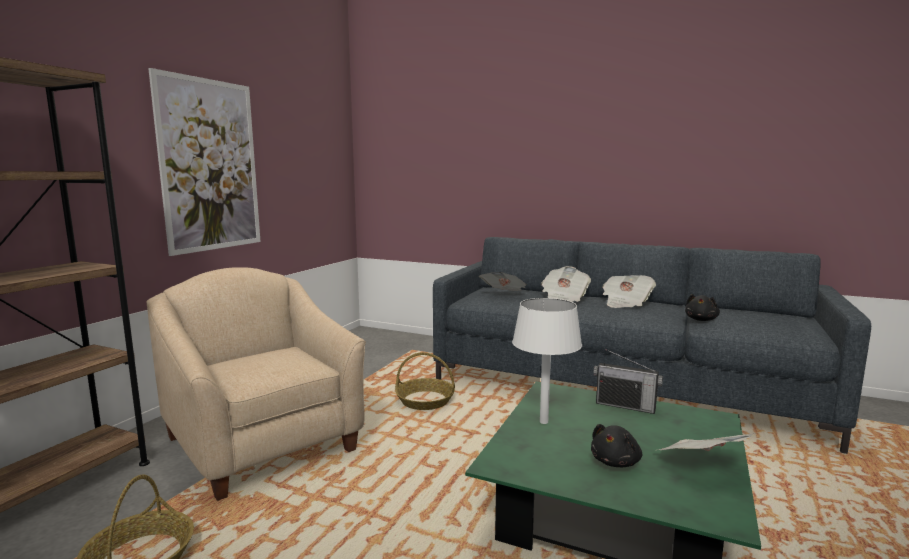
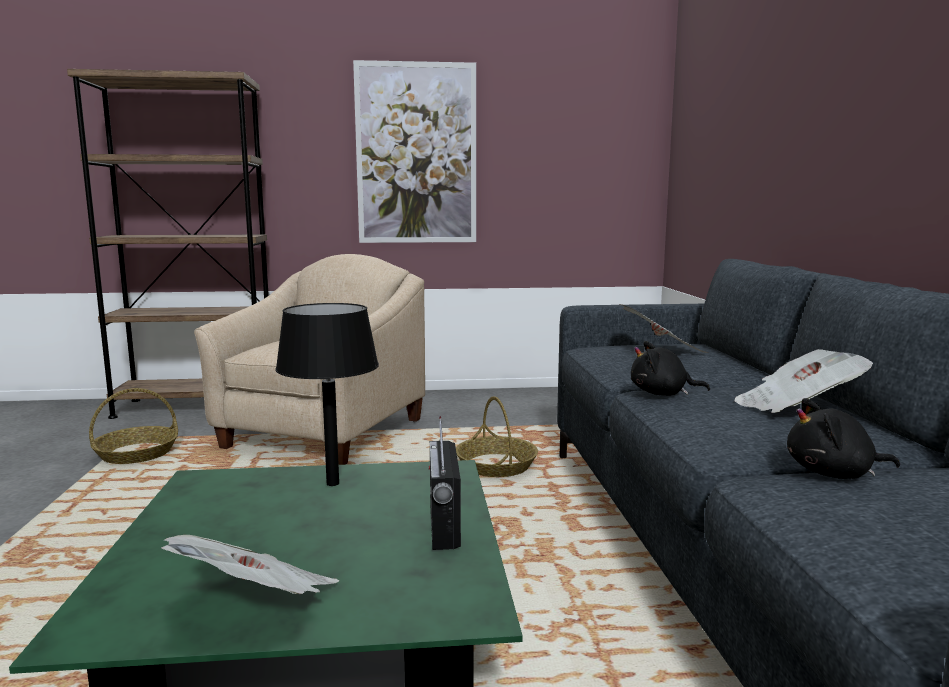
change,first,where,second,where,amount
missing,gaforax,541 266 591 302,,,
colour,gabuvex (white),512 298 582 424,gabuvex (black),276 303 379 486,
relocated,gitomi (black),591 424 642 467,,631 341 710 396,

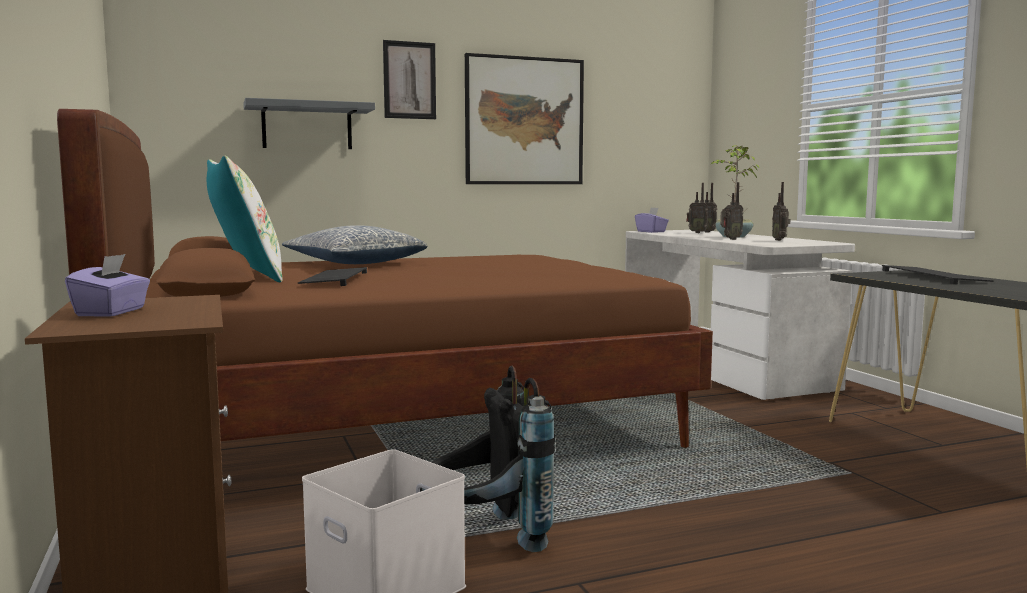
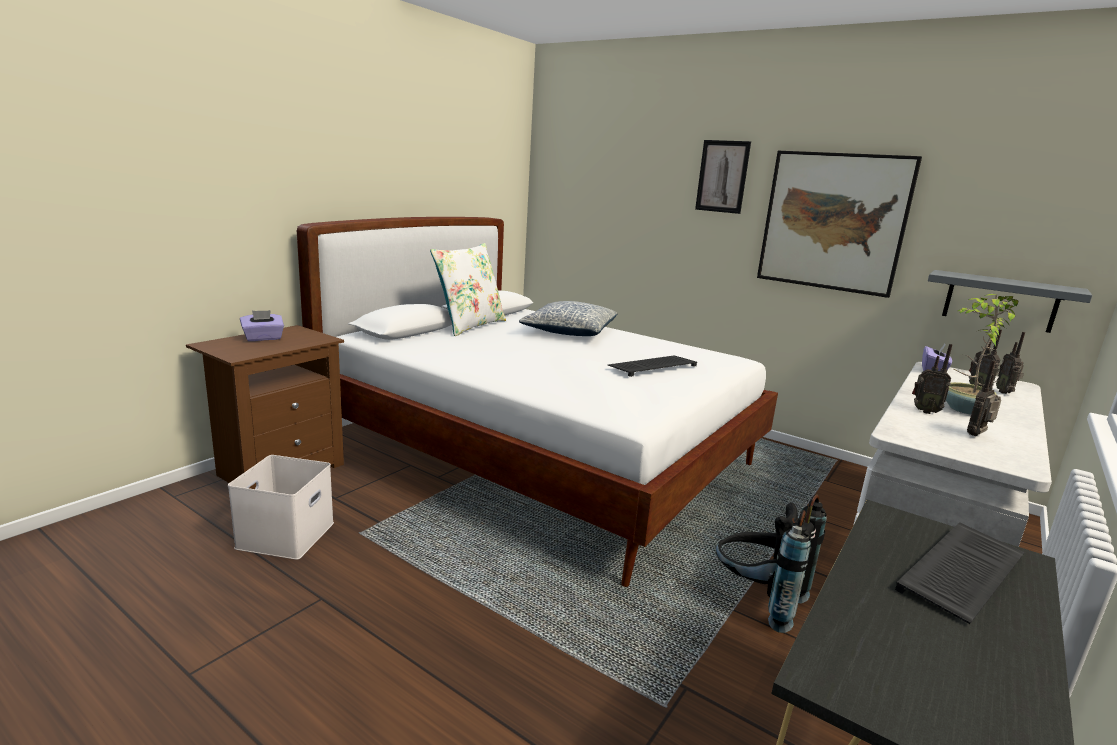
change,first,where,second,where,amount
relocated,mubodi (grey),243 98 375 149,,928 270 1092 333,
colour,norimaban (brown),57 109 713 448,norimaban (white),297 217 778 587,
relocated,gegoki,298 267 367 286,,608 355 697 377,
relocated,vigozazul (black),420 366 555 552,,716 494 827 633,

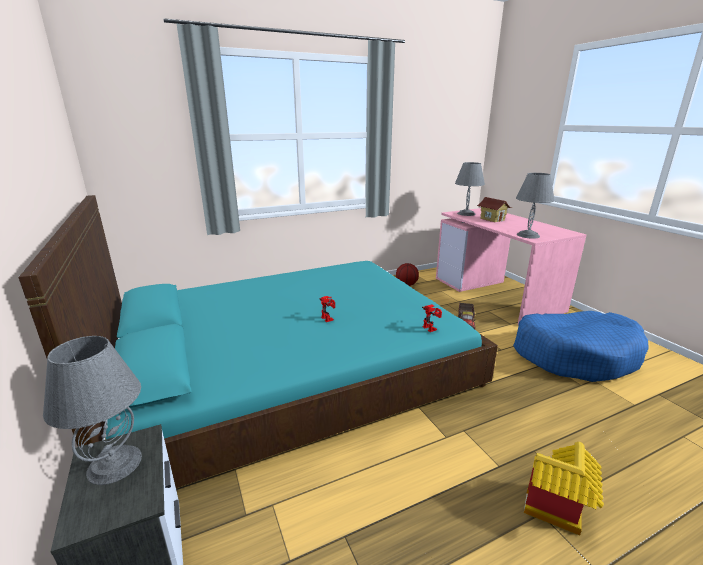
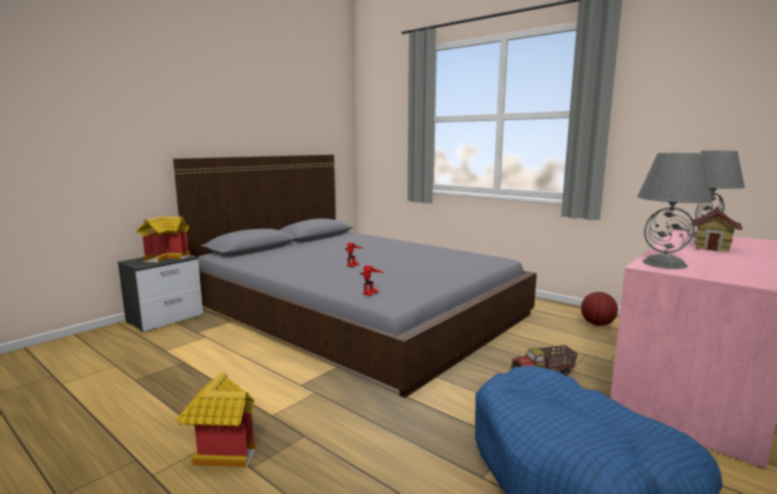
change,first,where,second,where,amount
colour,norimaban (turquoise),18 195 498 488,norimaban (grey),173 155 537 398,
exchanged,gabuvex (grey),43 336 142 485,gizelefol,136 216 190 262,

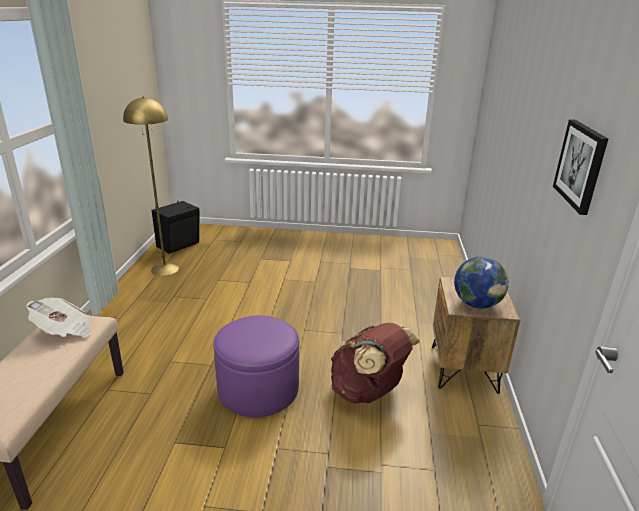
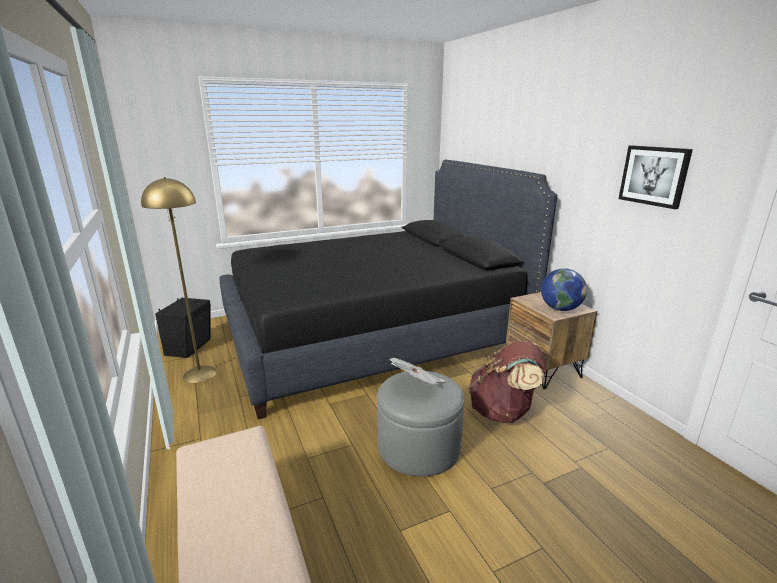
change,first,where,second,where,amount
relocated,gaforax,26 298 91 337,,389 358 445 385,
colour,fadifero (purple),213 315 299 417,fadifero (grey),377 371 465 476,
appeared,,,norimaban (black),220 160 558 419,

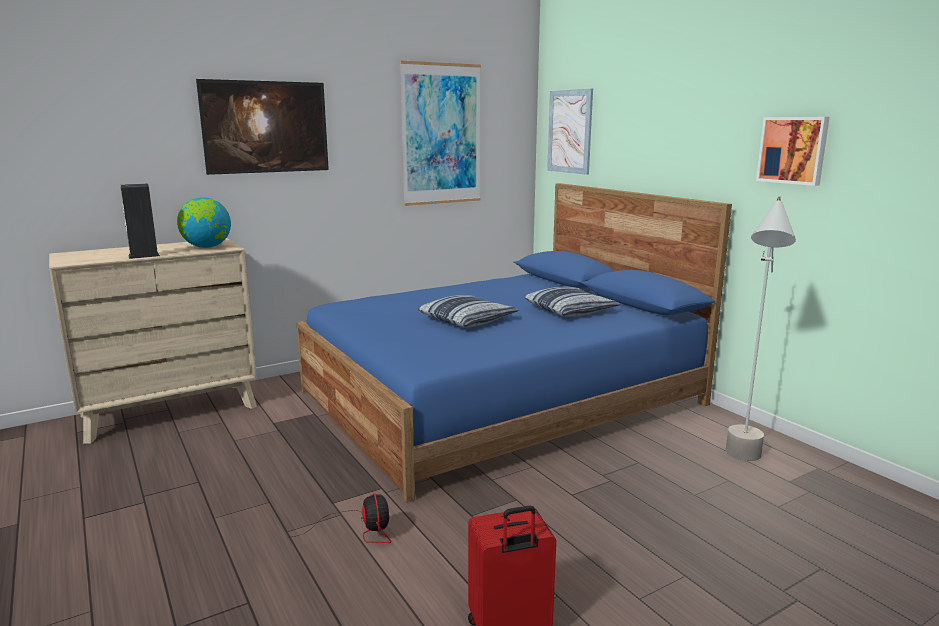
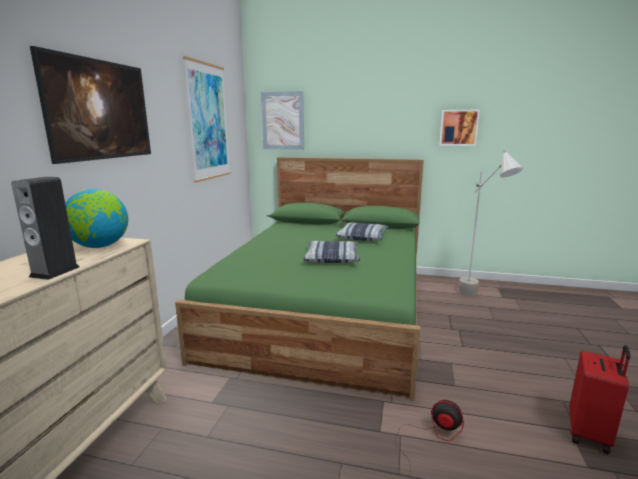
change,first,where,second,where,amount
colour,norimaban (blue),297 183 732 503,norimaban (green),175 157 424 401,

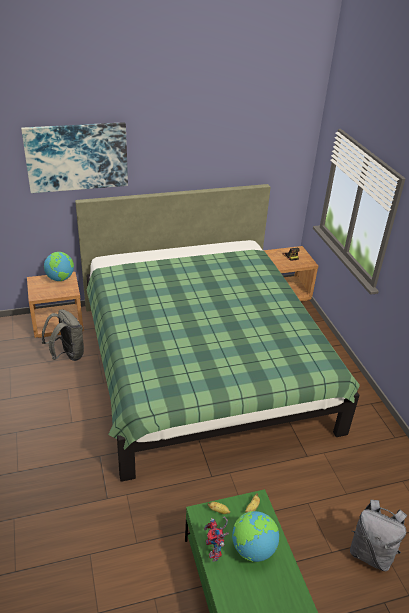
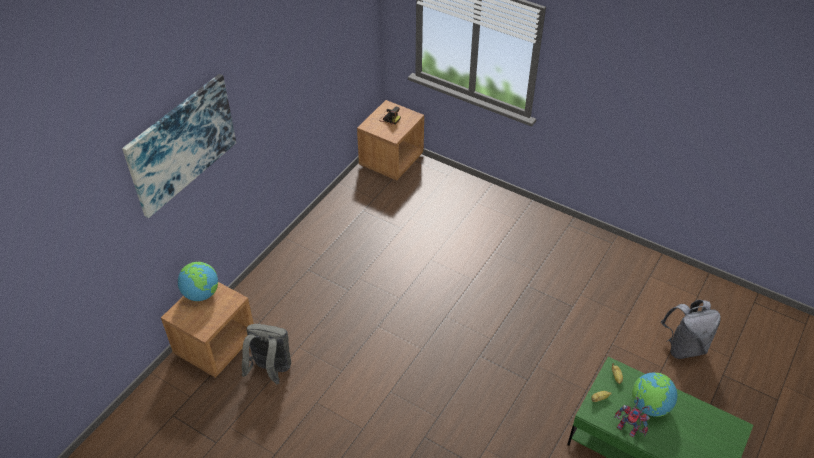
change,first,where,second,where,amount
missing,norimaban (green),75 184 360 482,,,

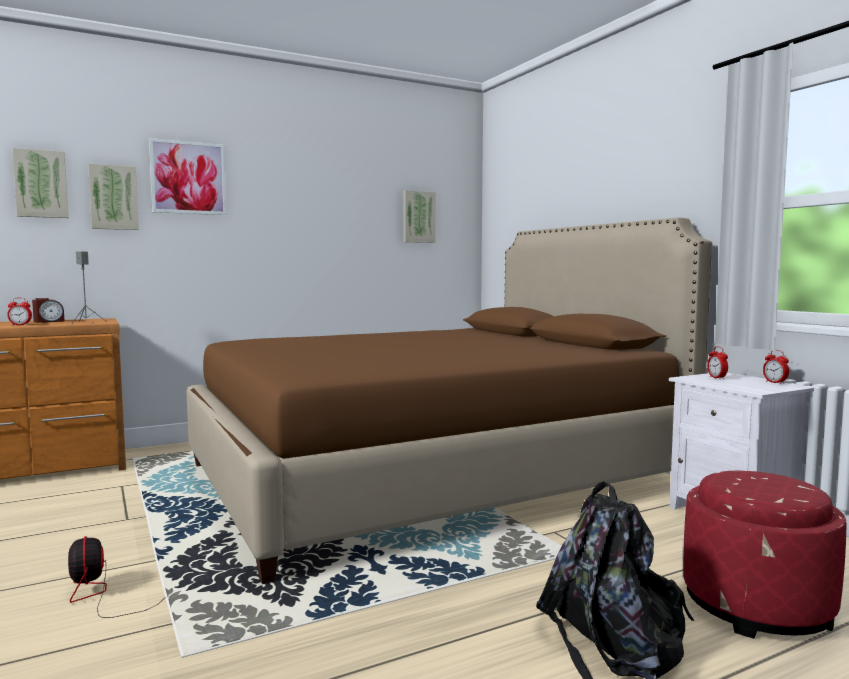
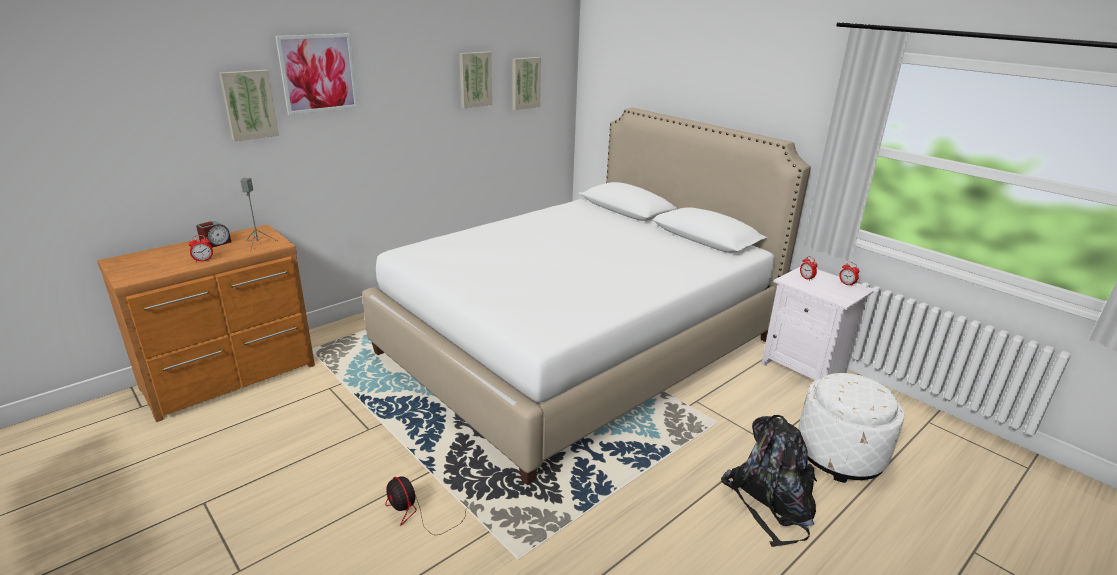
change,first,where,second,where,amount
relocated,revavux,12 148 68 218,,459 51 492 108,
colour,norimaban (brown),186 218 712 584,norimaban (white),362 108 811 485,
colour,fadifero (red),683 471 847 638,fadifero (white),798 373 904 483,

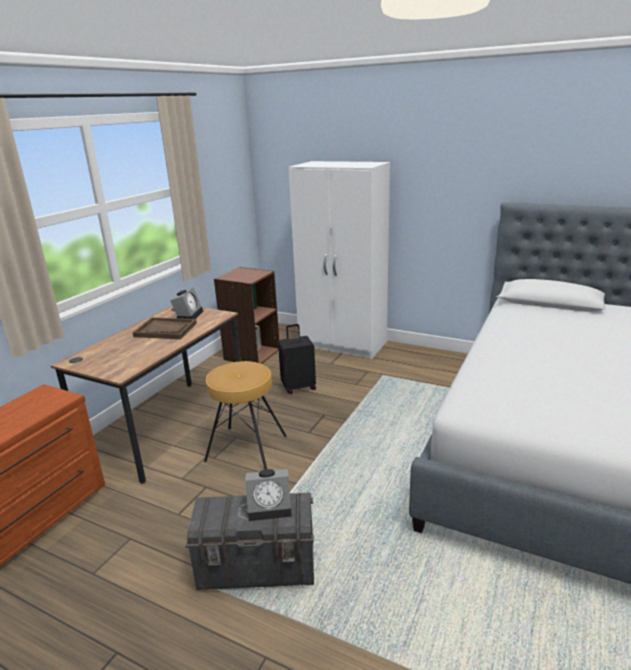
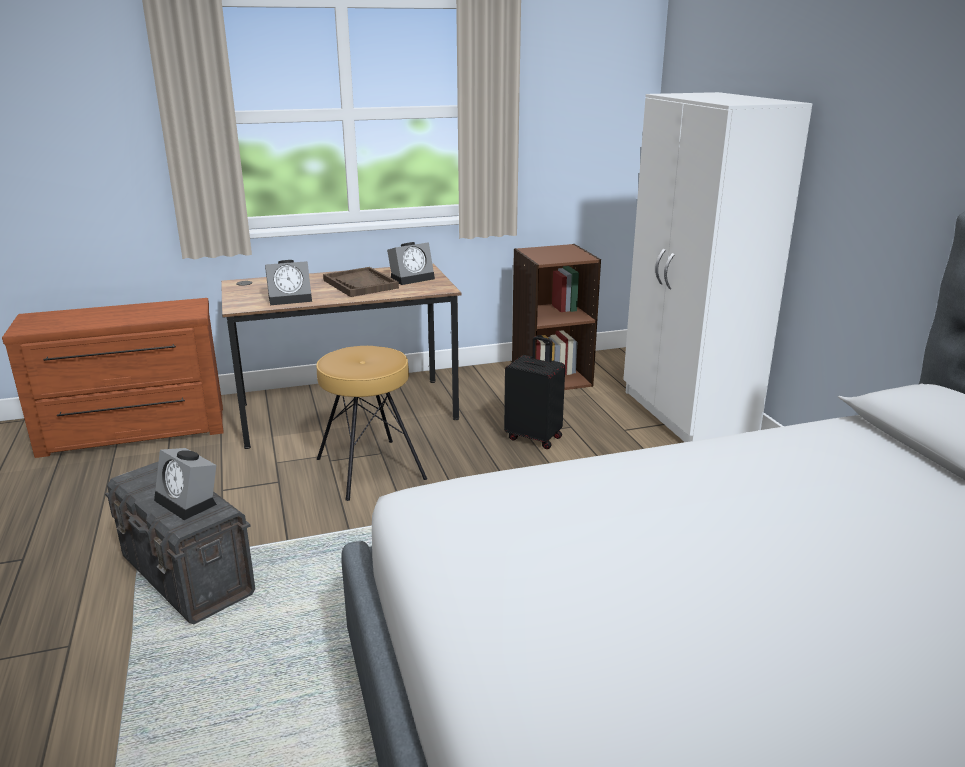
change,first,where,second,where,amount
appeared,,,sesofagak,265 260 312 305,

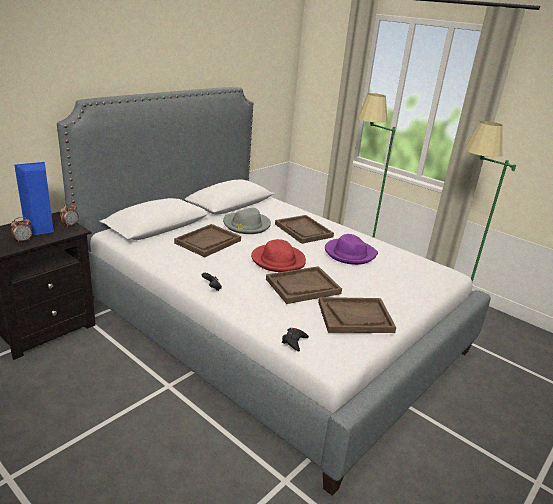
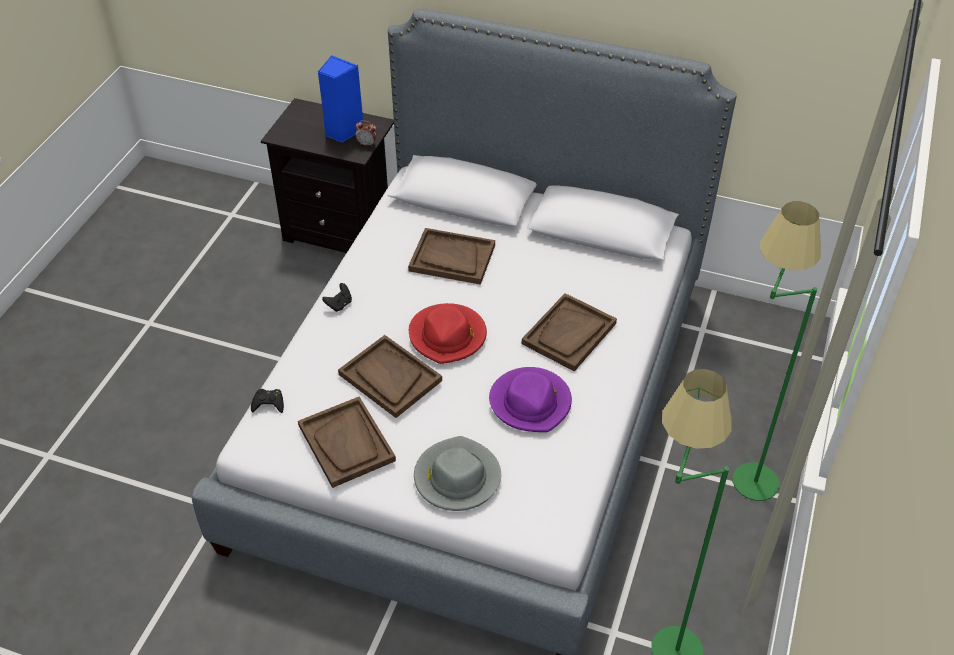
change,first,where,second,where,amount
relocated,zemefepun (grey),223 208 271 234,,414 436 501 511,
missing,sesofagak,11 217 32 243,,,

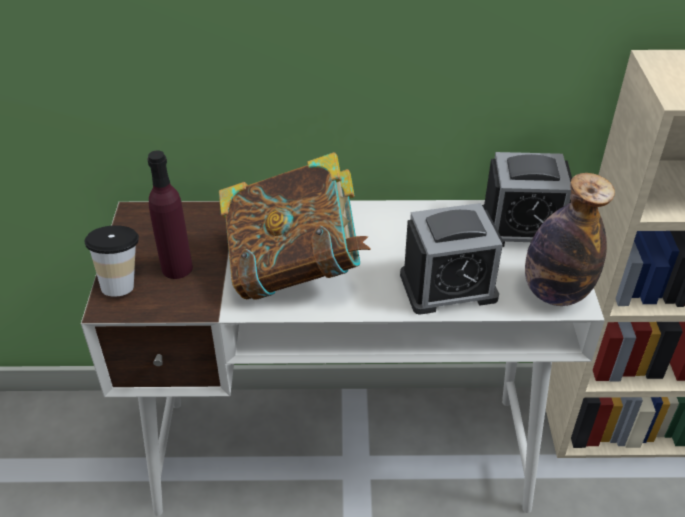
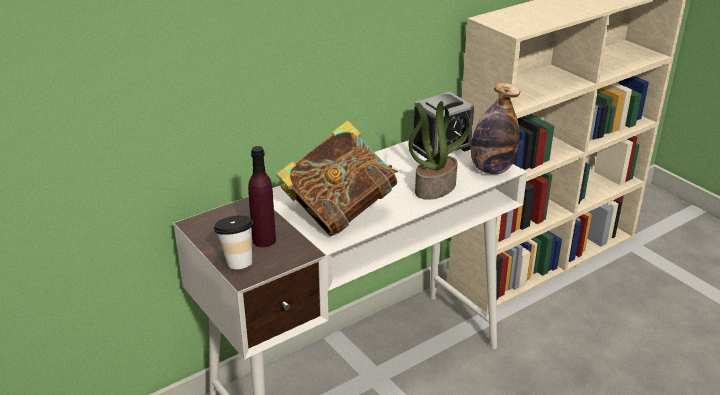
change,first,where,second,where,amount
exchanged,sesofagak,400 203 503 315,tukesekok,409 101 470 200,

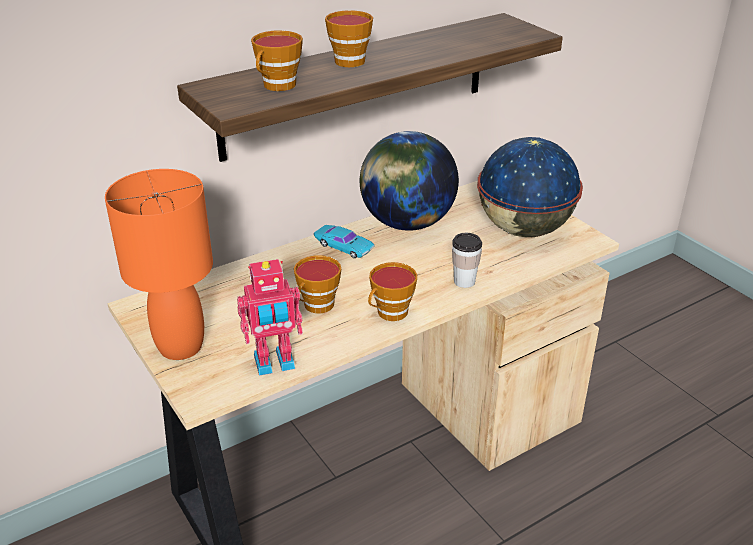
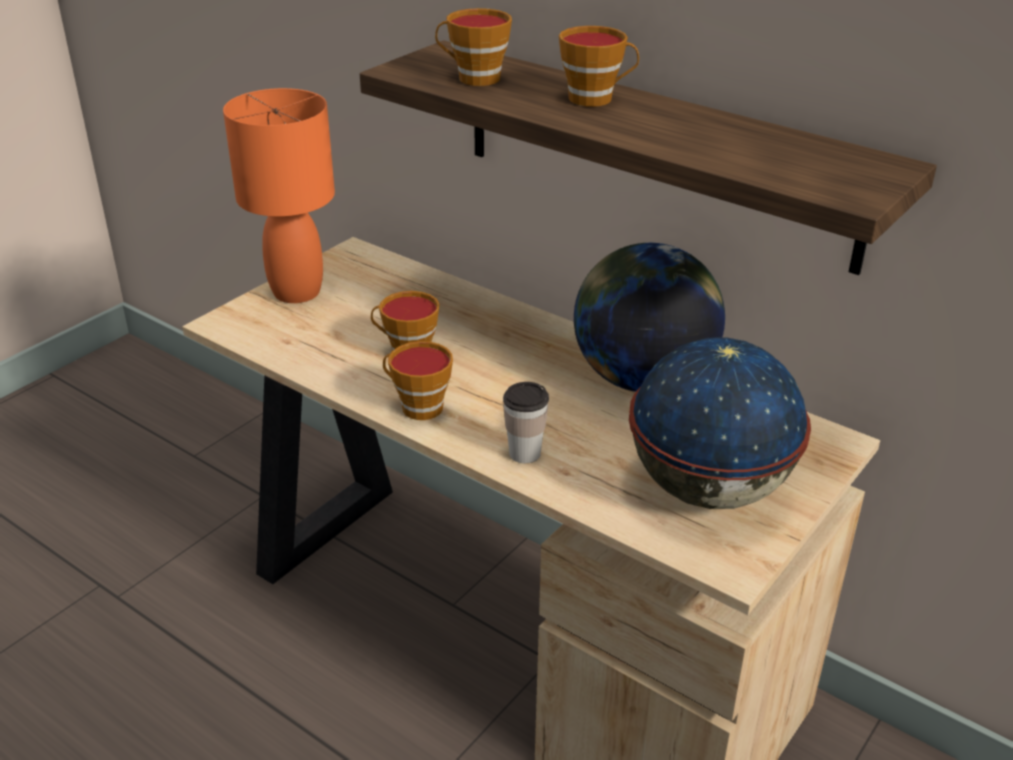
change,first,where,second,where,amount
missing,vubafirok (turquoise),314 225 375 258,,,
missing,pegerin,237 259 303 376,,,

